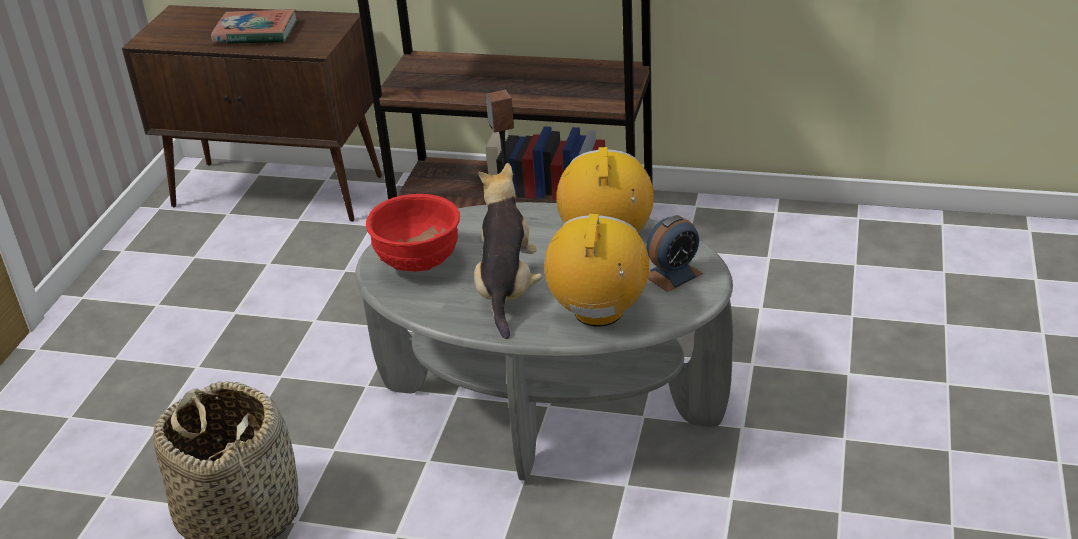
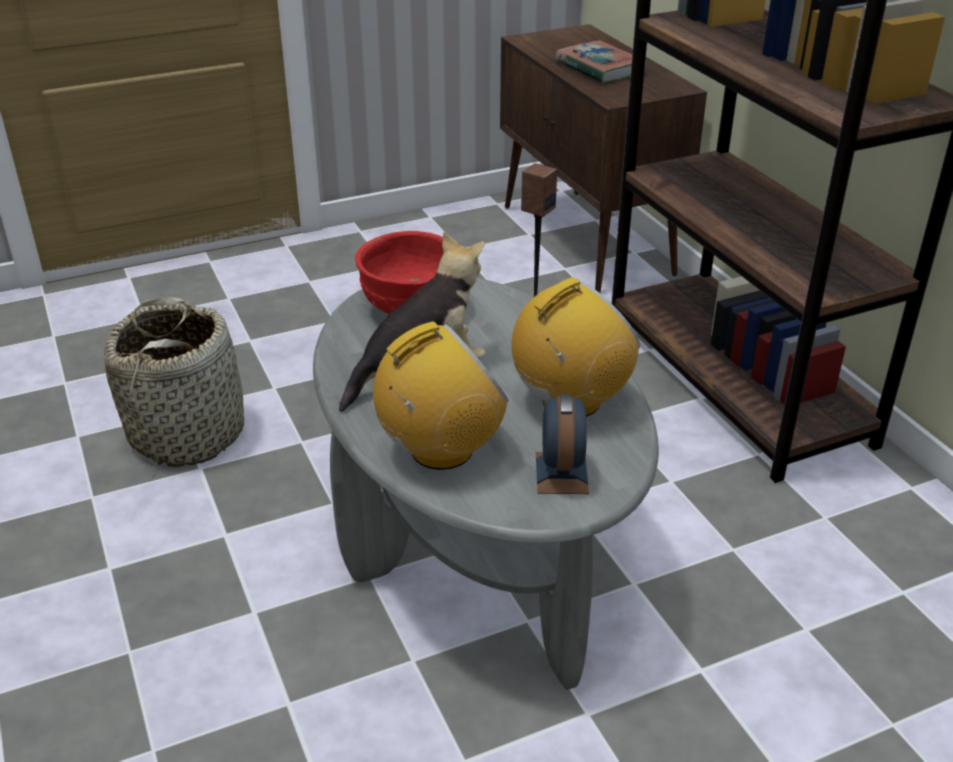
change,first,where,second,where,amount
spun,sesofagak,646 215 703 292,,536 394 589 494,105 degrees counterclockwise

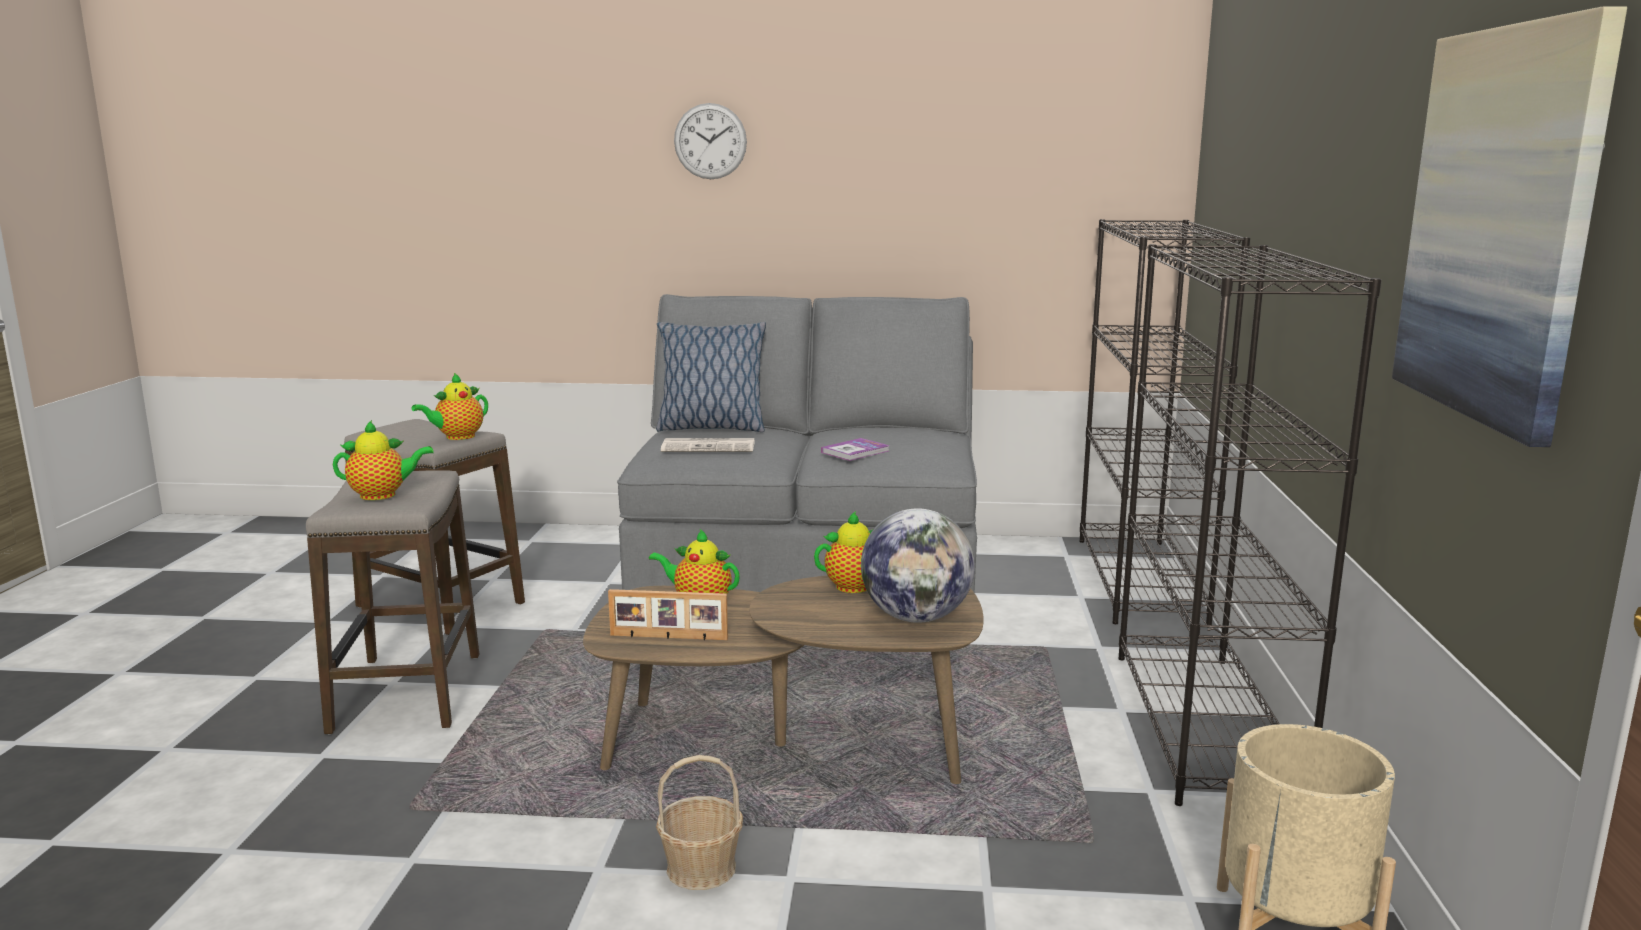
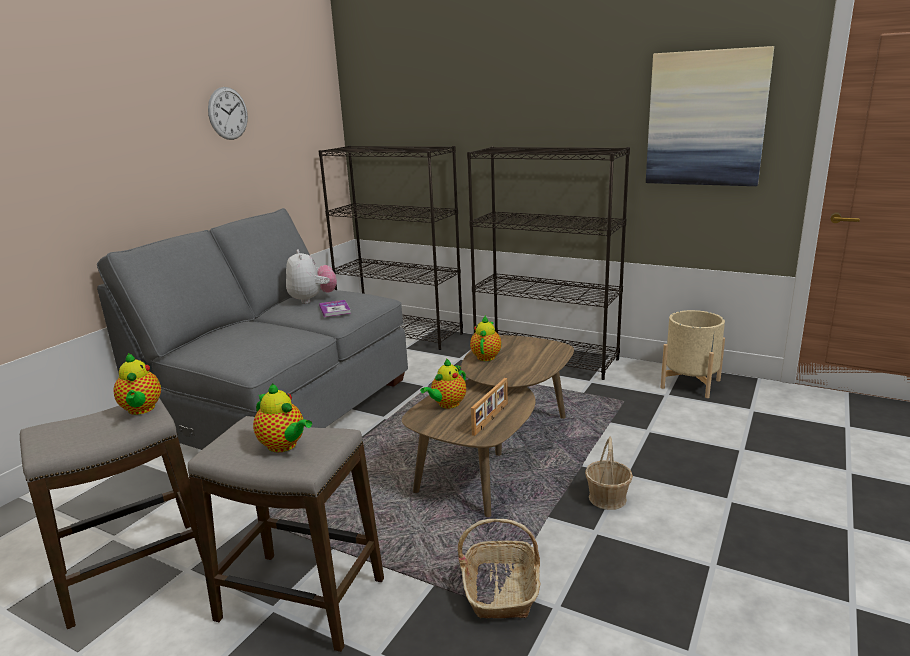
change,first,where,second,where,amount
relocated,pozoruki,674 103 747 179,,208 87 248 140,
missing,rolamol,656 322 766 432,,,
spun,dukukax,333 420 434 500,,253 383 312 452,120 degrees clockwise
missing,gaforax,661 438 755 452,,,
missing,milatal,861 508 975 623,,,
appeared,,,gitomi,286 250 337 304,
appeared,,,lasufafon,458 519 540 618,

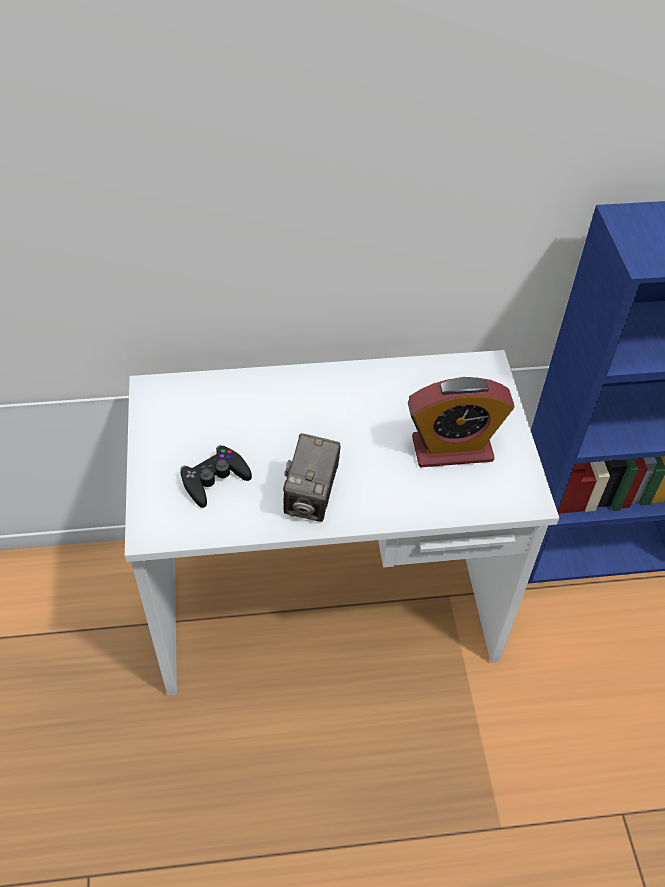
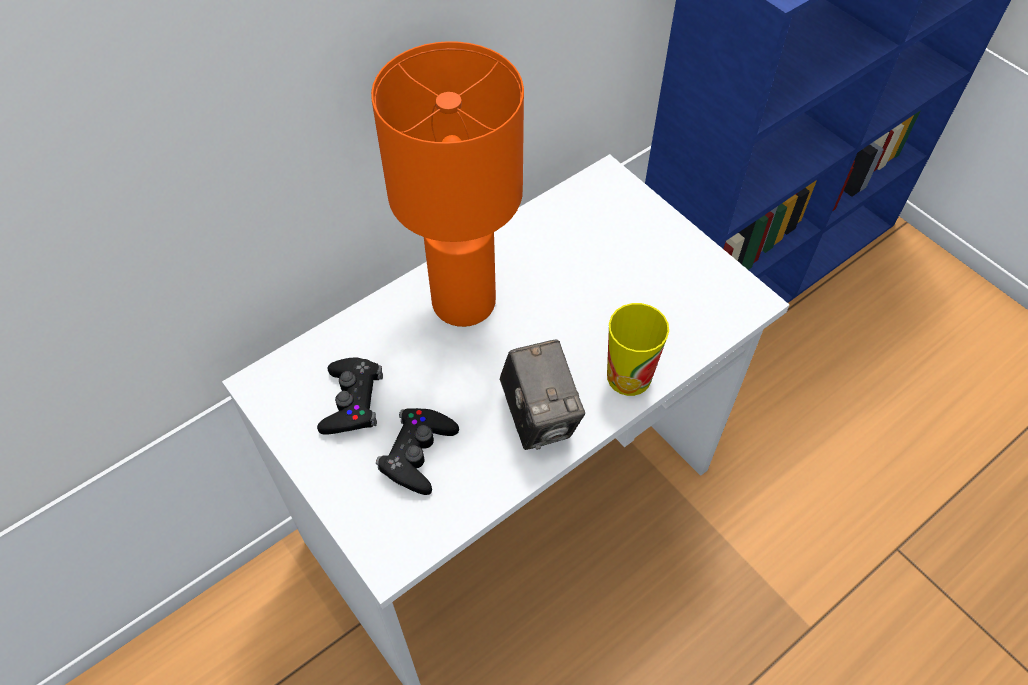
change,first,where,second,where,amount
missing,sesofagak,408 377 515 467,,,
appeared,,,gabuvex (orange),371 41 524 327,
appeared,,,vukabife,607 303 669 396,
appeared,,,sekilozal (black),317 358 383 435,

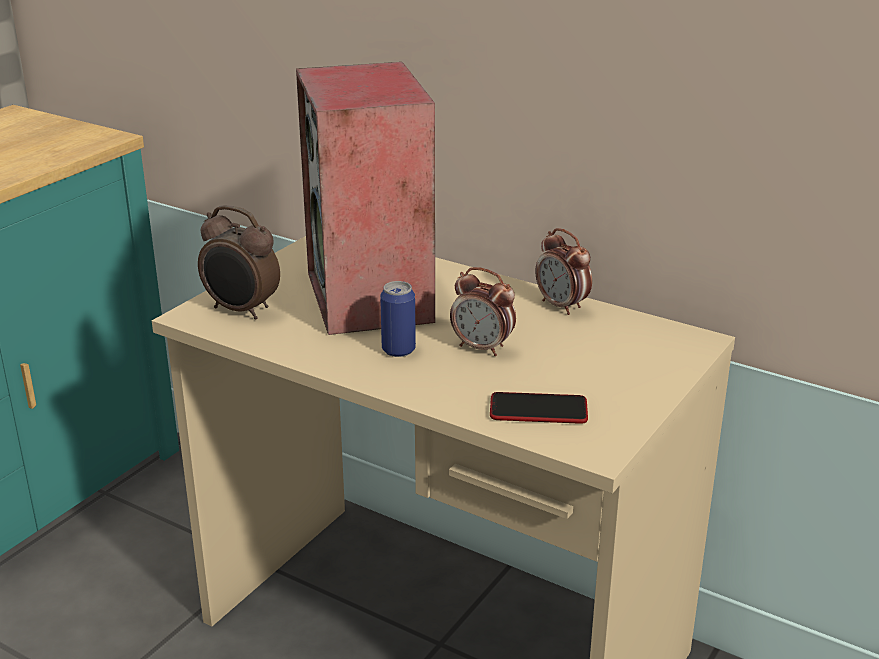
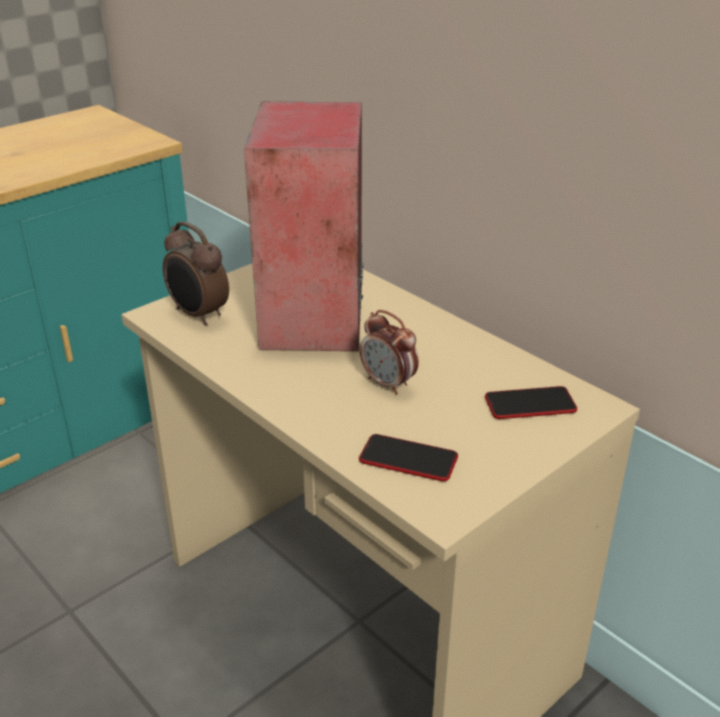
change,first,where,second,where,amount
missing,sesofagak,535 228 592 315,,,
missing,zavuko,380 281 416 357,,,
appeared,,,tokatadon,485 386 577 419,

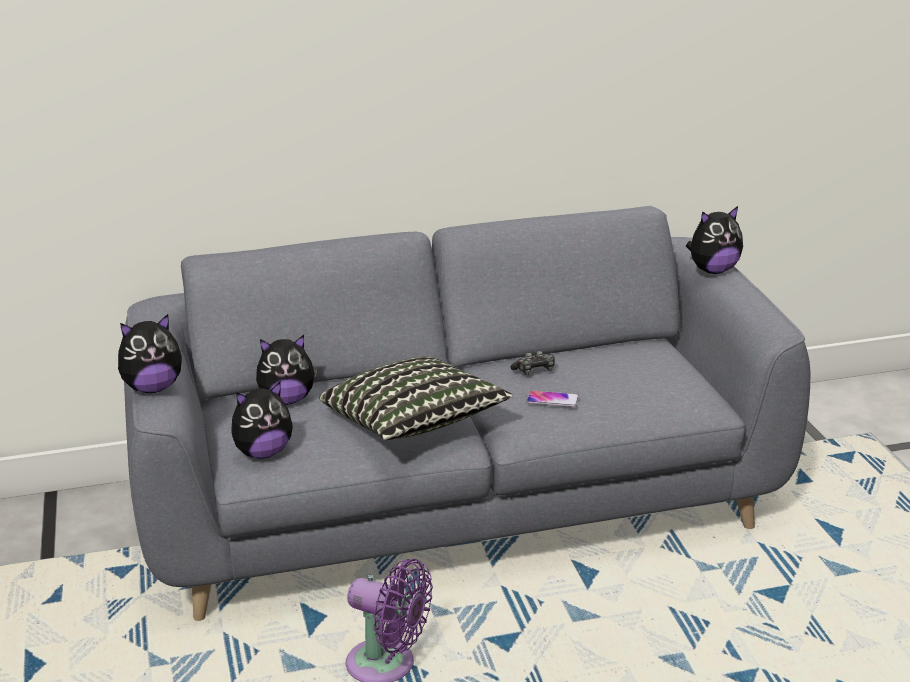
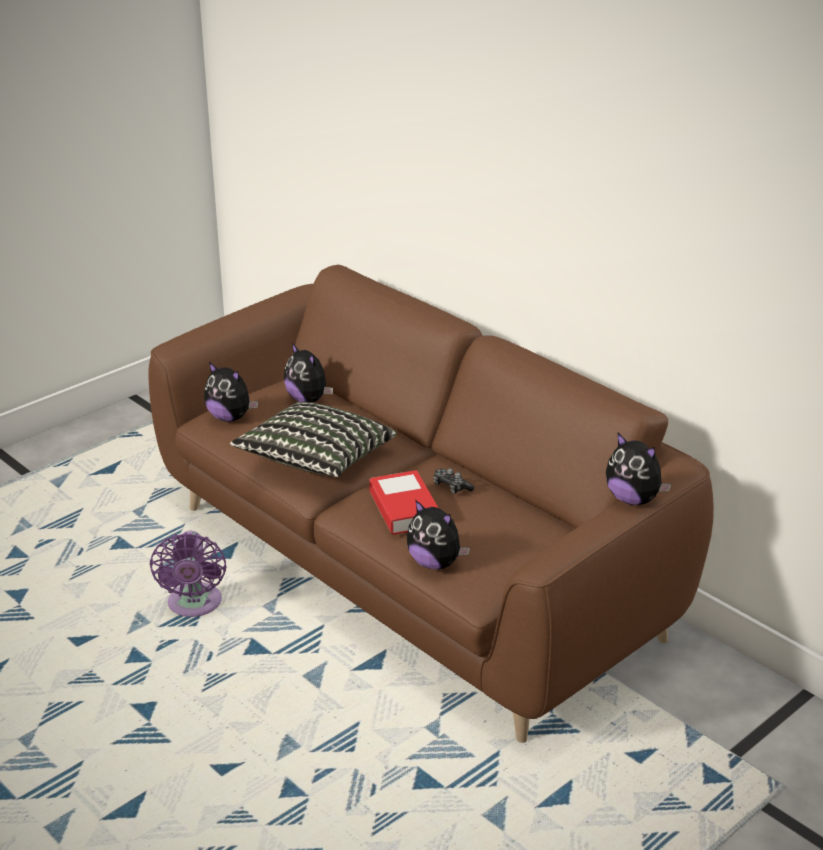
change,first,where,second,where,amount
colour,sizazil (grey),124 206 810 621,sizazil (brown),148 265 714 743,
relocated,gitomi,118 314 183 393,,407 500 470 569,
exchanged,tokatadon,526 391 579 407,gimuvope,369 470 438 535,

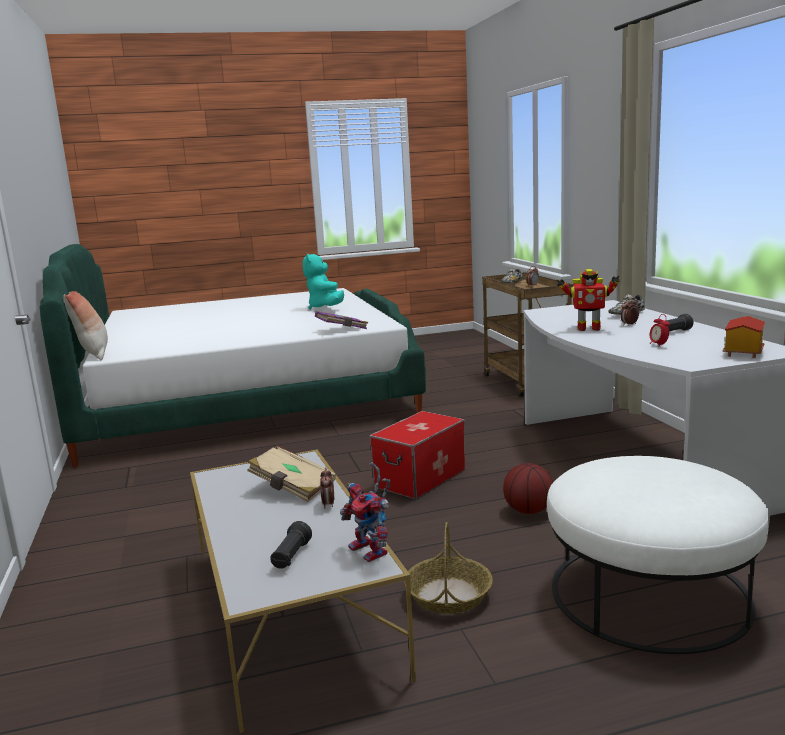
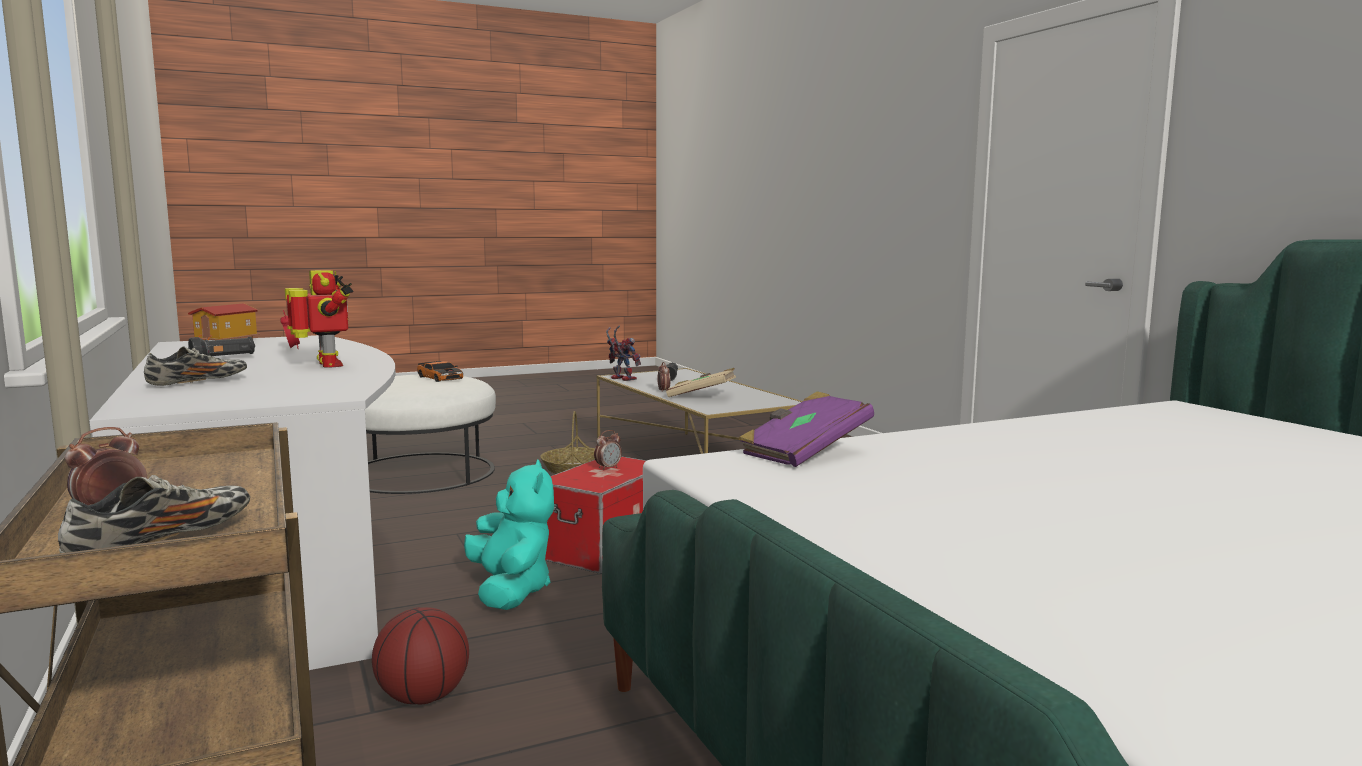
change,first,where,second,where,amount
relocated,gitomi (turquoise),303 254 344 310,,464 460 554 610,
spun,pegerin,556 269 620 331,,285 270 354 368,60 degrees clockwise
missing,rolamol,63 291 108 360,,,
relocated,sesofagak,620 298 639 326,,594 430 622 470,
relocated,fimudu,503 463 553 514,,372 607 469 704,
appeared,,,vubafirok,417 361 463 382,

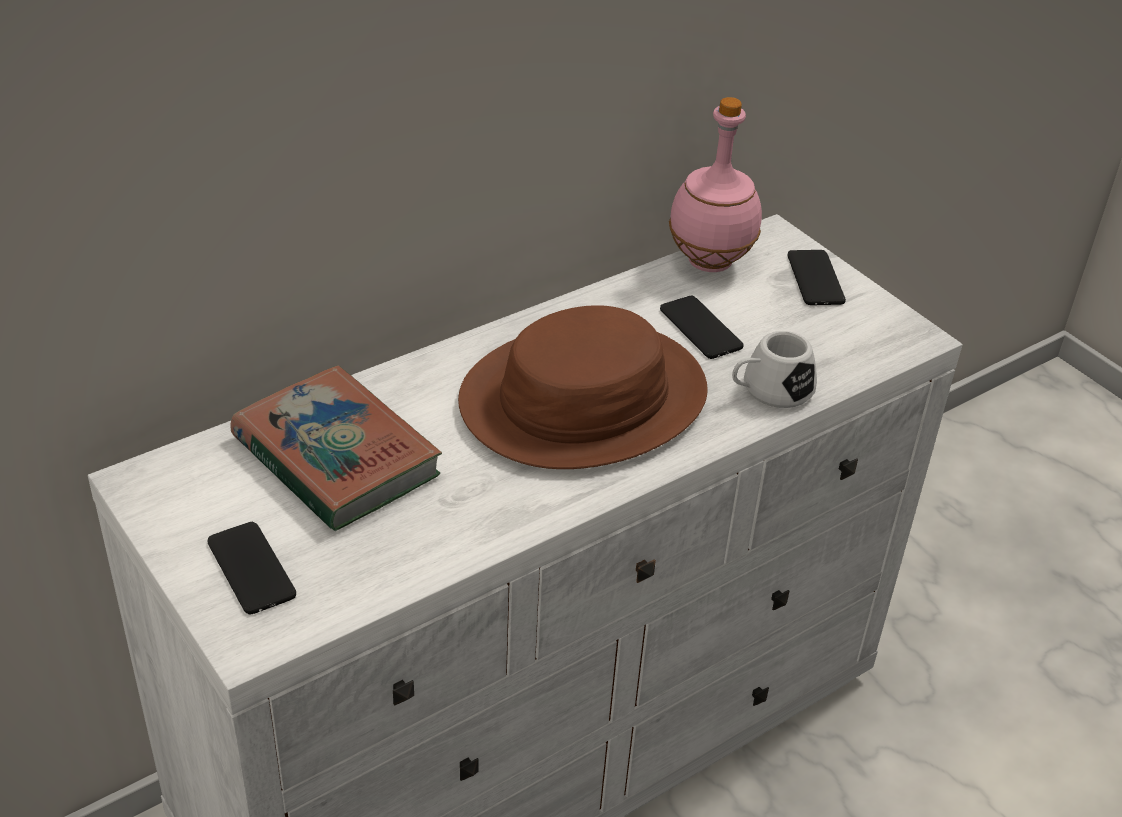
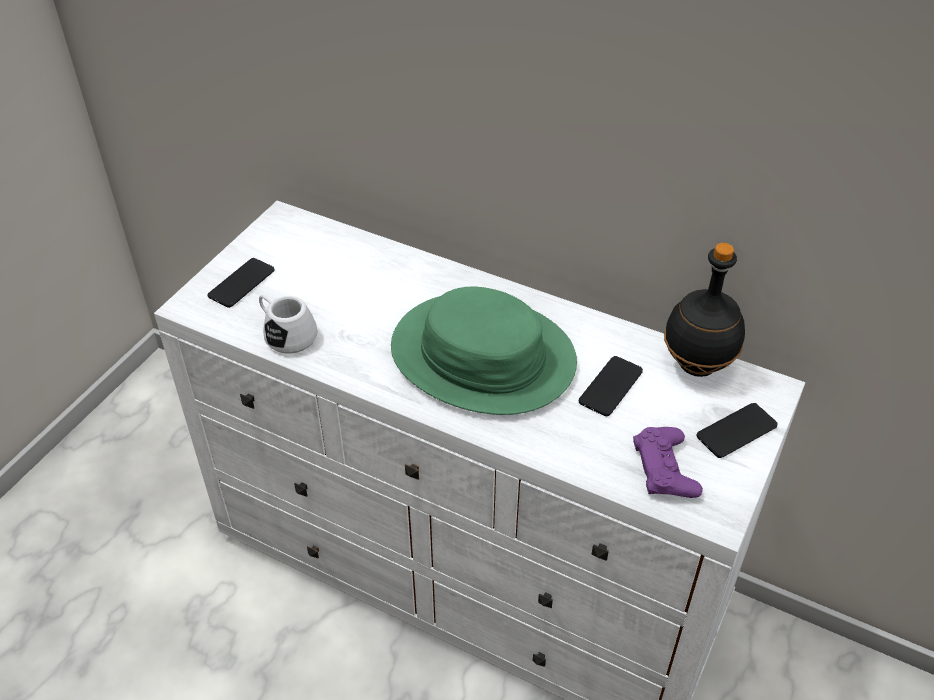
change,first,where,second,where,amount
colour,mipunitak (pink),669 97 762 272,mipunitak (black),664 243 745 377,
colour,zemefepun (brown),458 305 708 469,zemefepun (green),391 287 577 415,
relocated,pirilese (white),732 331 817 408,,259 295 318 354,
missing,gimuvope,230 366 442 531,,,
appeared,,,sekilozal (purple),633 427 703 498,

